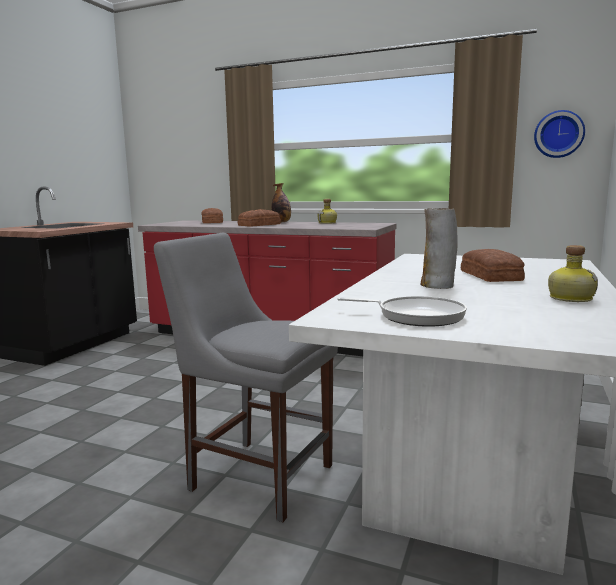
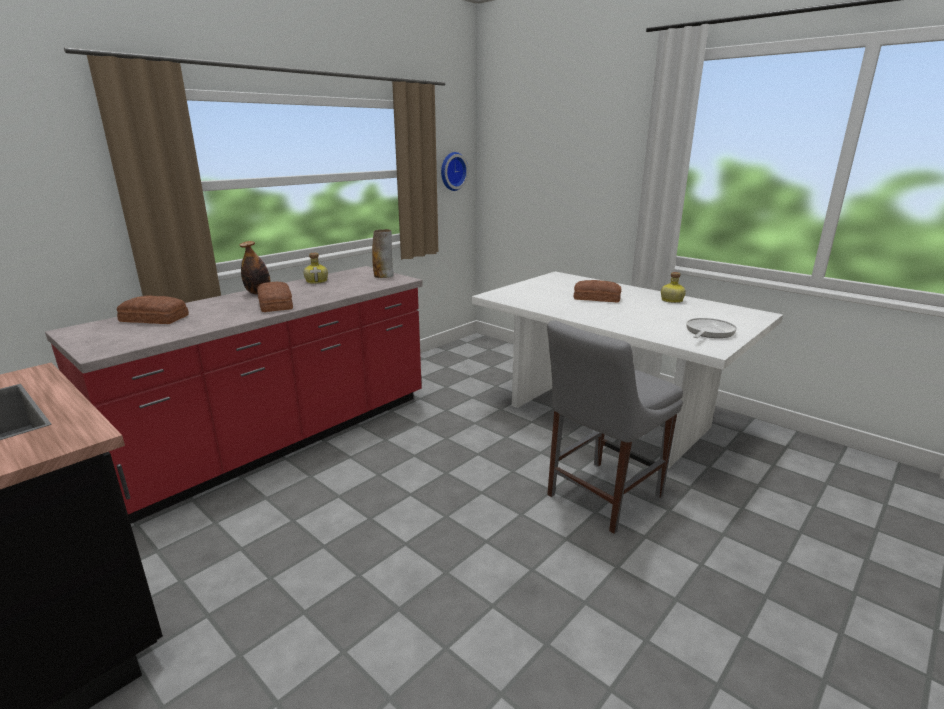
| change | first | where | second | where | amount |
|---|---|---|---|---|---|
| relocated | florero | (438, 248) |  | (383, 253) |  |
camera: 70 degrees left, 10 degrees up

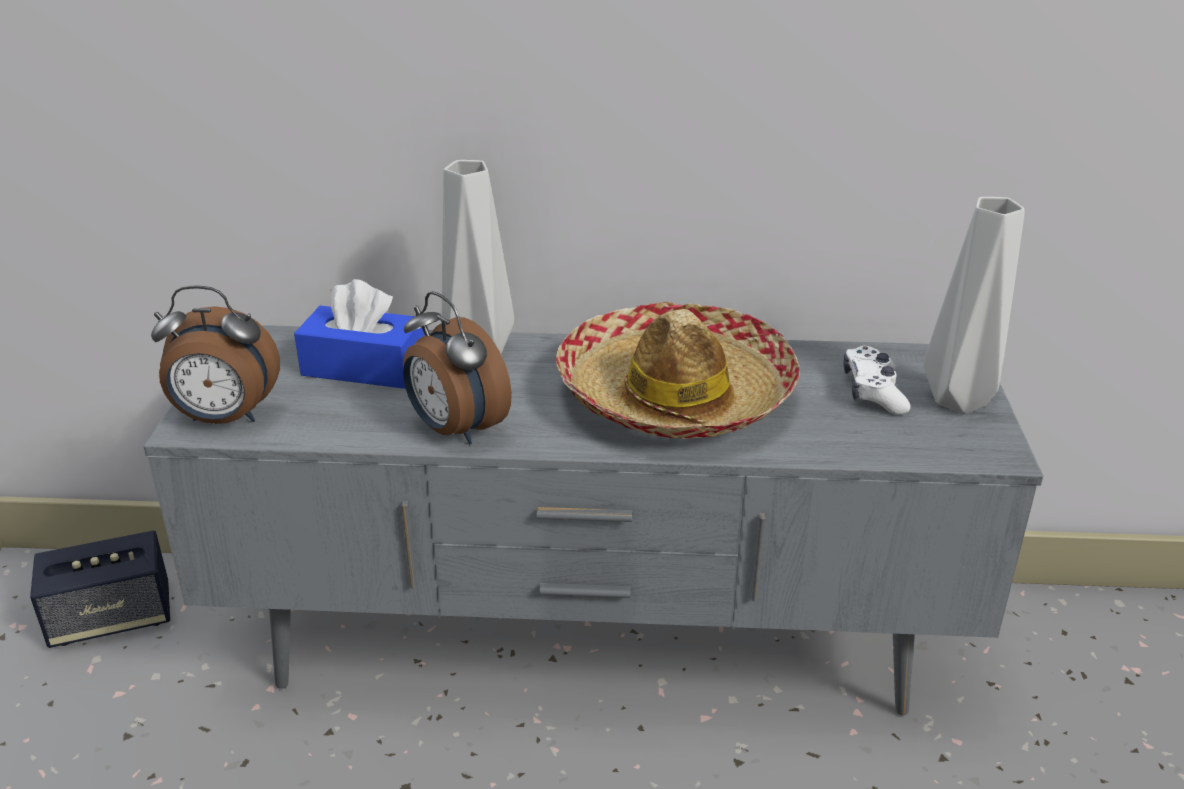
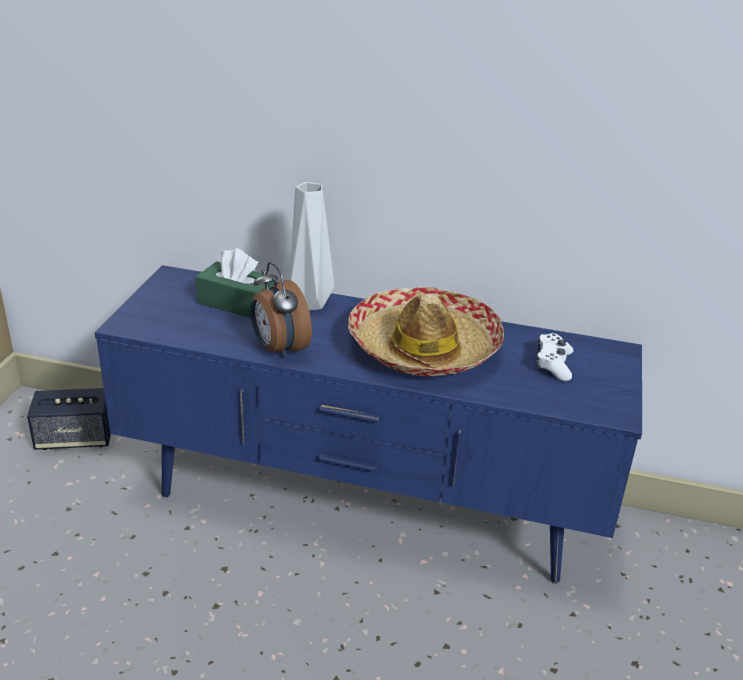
| change | first | where | second | where | amount |
|---|---|---|---|---|---|
| missing | florero (gris) | (974, 305) |  |  |  |
| colour | caja de pañuelos (azul) | (359, 334) | caja de pañuelos (verde) | (235, 283) |  |
| missing | despertador | (215, 354) |  |  |  |
| colour | mueble de televisión (gris) | (593, 520) | mueble de televisión (azul) | (368, 424) |  |
camera: 10 degrees right, 0 degrees up

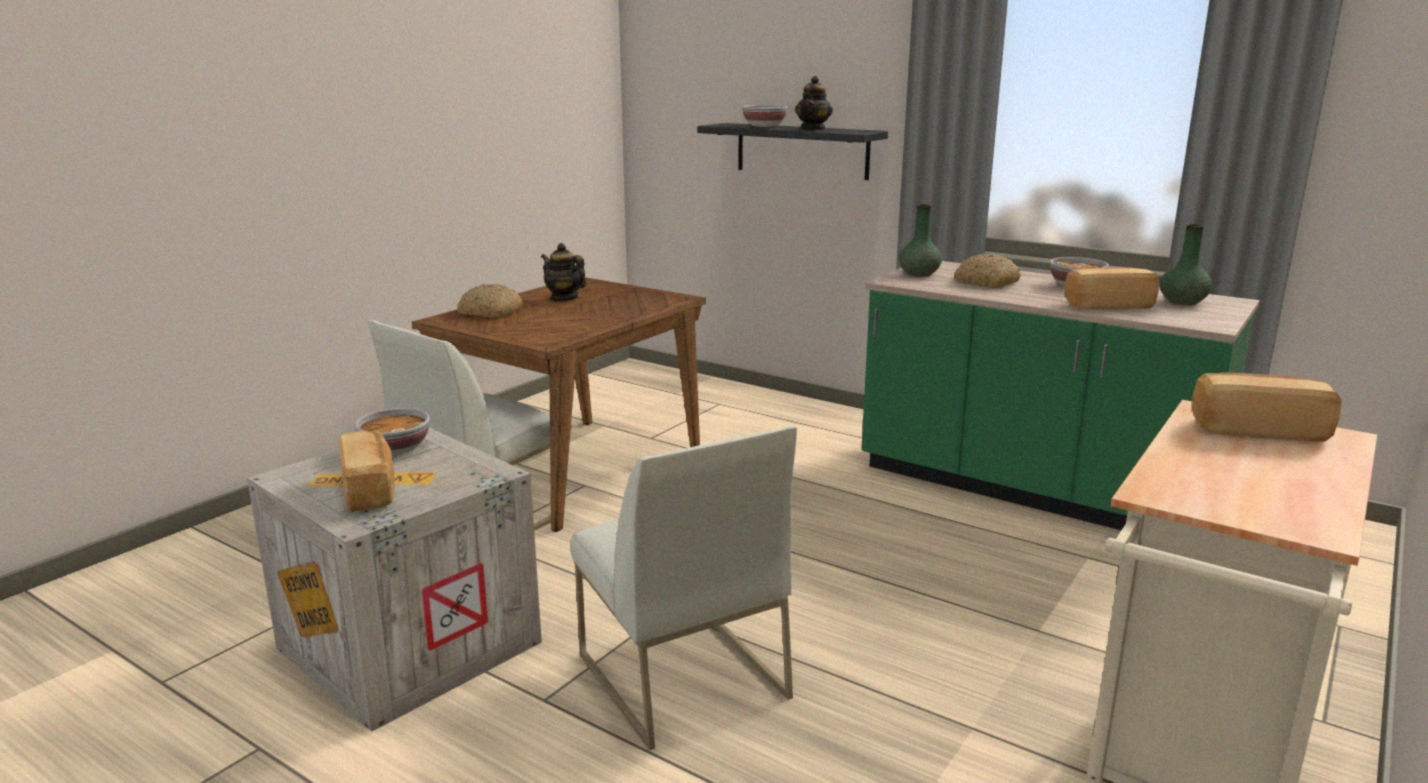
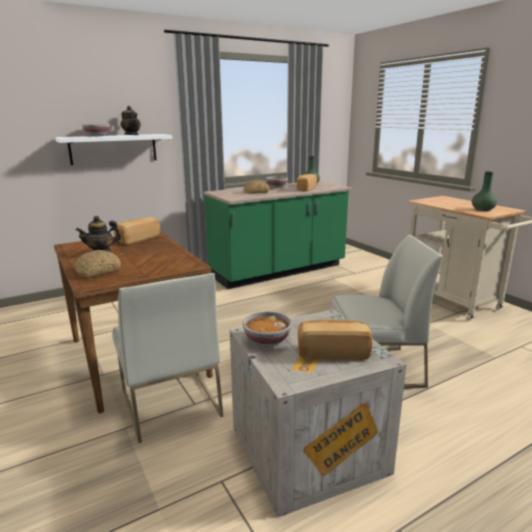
| change | first | where | second | where | amount |
|---|---|---|---|---|---|
| colour | estante (negro) | (792, 151) | estante (blanco) | (113, 149) |  |
| relocated | florero (verde) | (920, 240) |  | (485, 191) |  |
| relocated | pan | (1267, 407) |  | (137, 231) |  |
camera: 65 degrees left, 0 degrees up

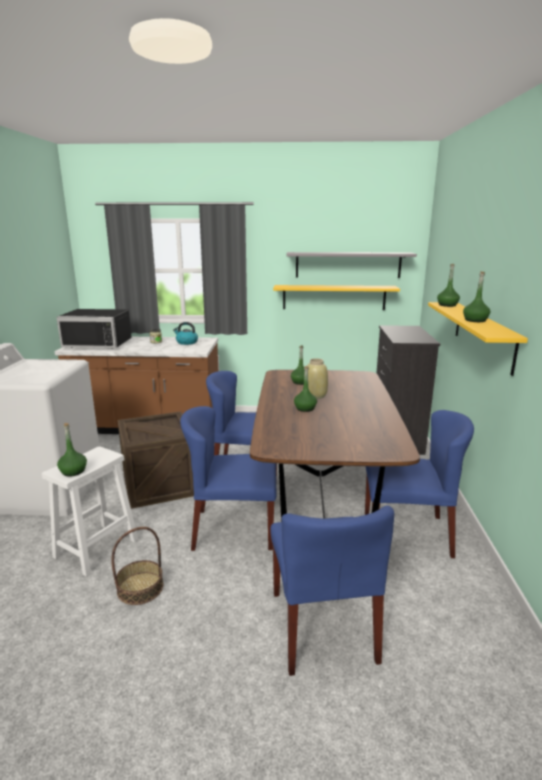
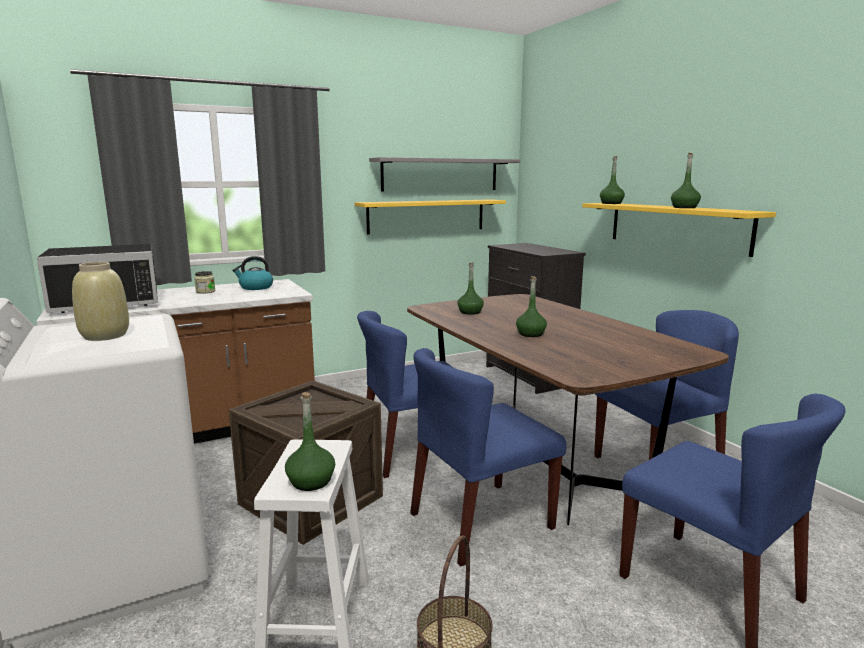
| change | first | where | second | where | amount |
|---|---|---|---|---|---|
| relocated | florero (beis) | (317, 378) |  | (100, 301) |  |
camera: 30 degrees left, 5 degrees down

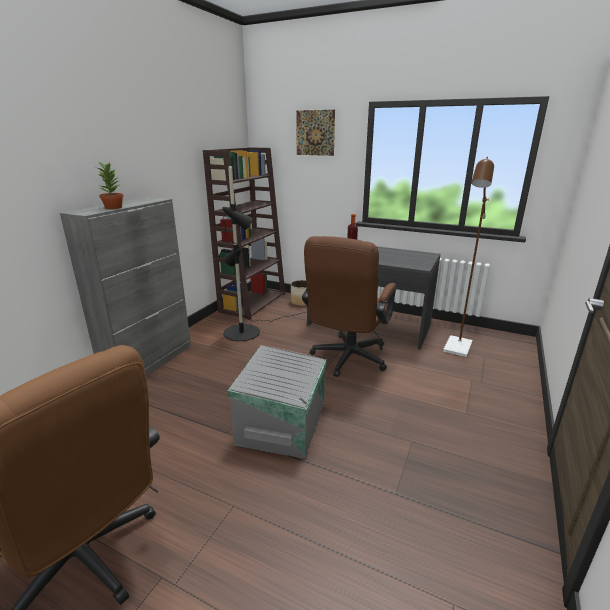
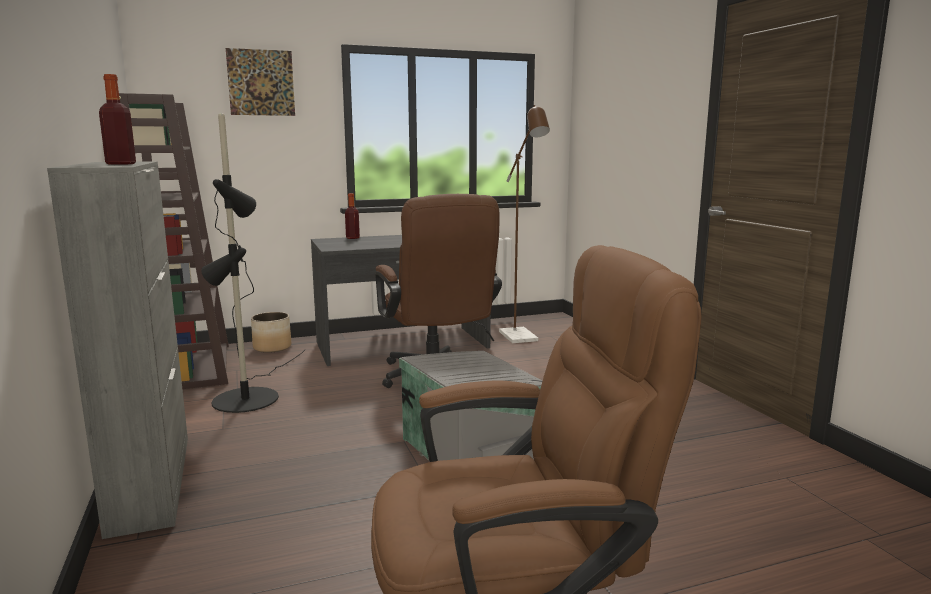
| change | first | where | second | where | amount |
|---|---|---|---|---|---|
| exchanged | planta en maceta | (110, 184) | botella | (117, 119) |  |
camera: 45 degrees left, 10 degrees down

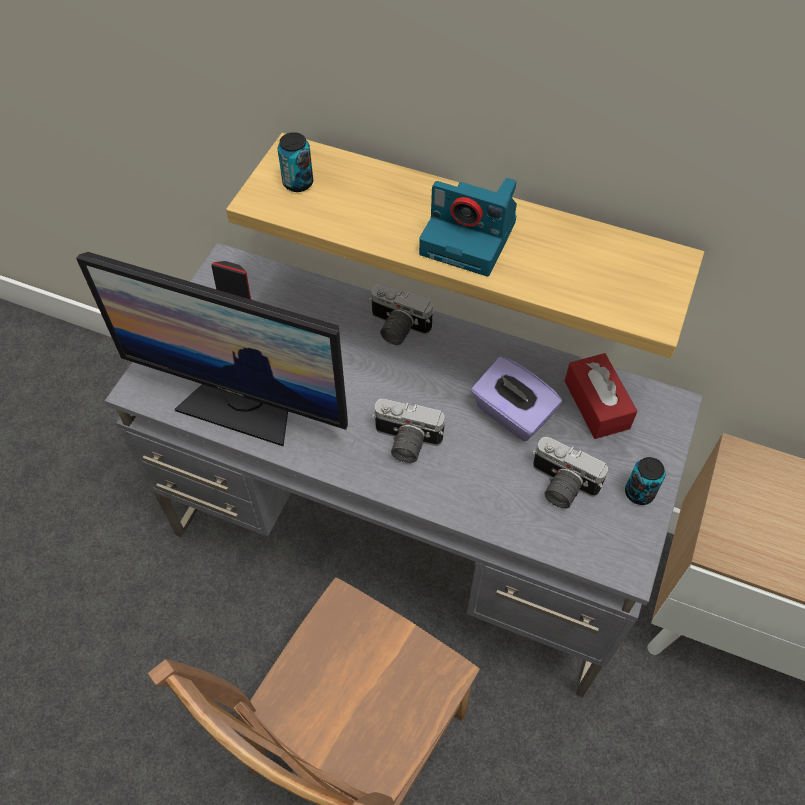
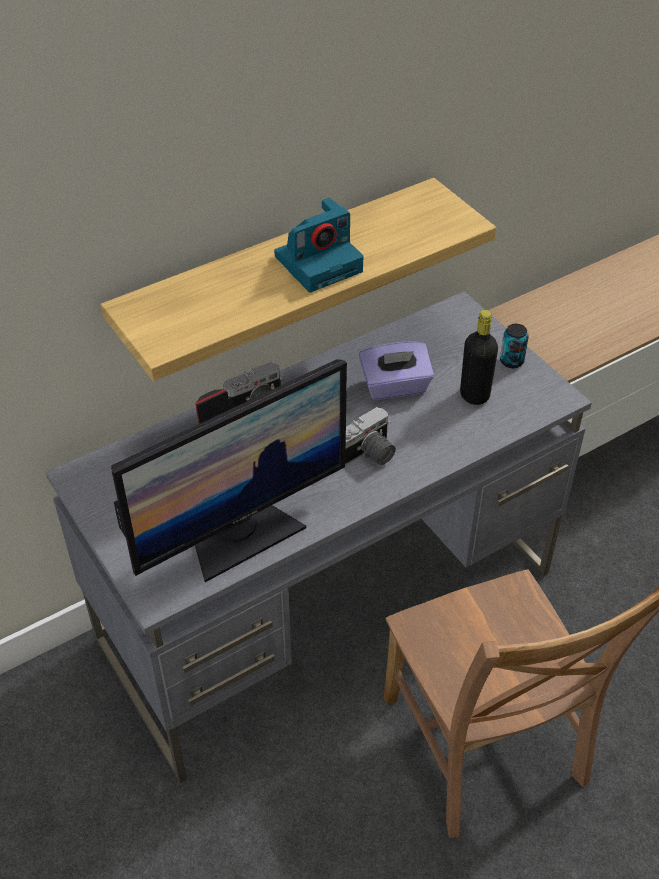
| change | first | where | second | where | amount |
|---|---|---|---|---|---|
| missing | lata | (295, 162) |  |  |  |
| missing | caja de pañuelos (rojo) | (601, 396) |  |  |  |
| exchanged | cámara | (570, 473) | botella (negro) | (479, 357) |  |
camera: 55 degrees left, 10 degrees down

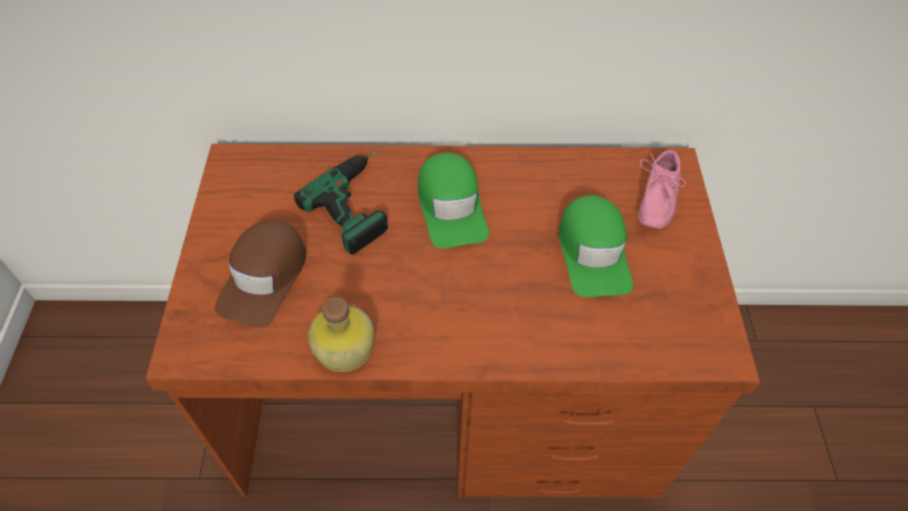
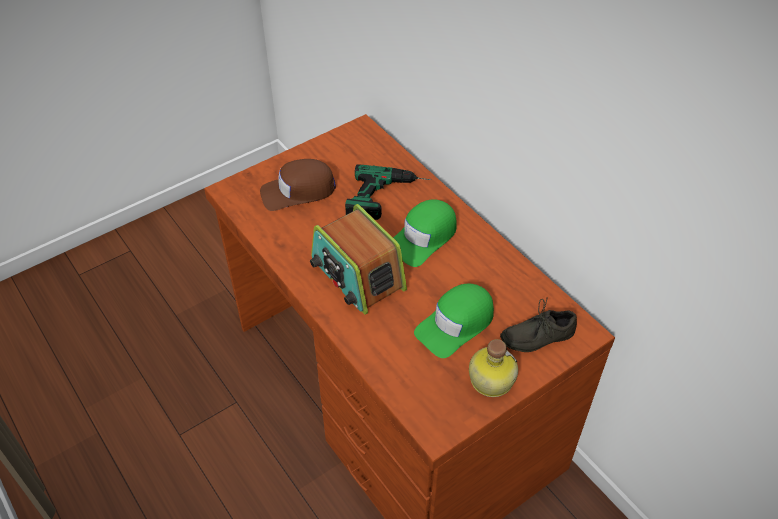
| change | first | where | second | where | amount |
|---|---|---|---|---|---|
| colour | zapato (rosa) | (662, 189) | zapato (gris) | (538, 325) |  |
| relocated | botella | (341, 334) |  | (493, 368) |  |
| appeared |  |  | radio | (358, 259) |  |
camera: 55 degrees right, 5 degrees down

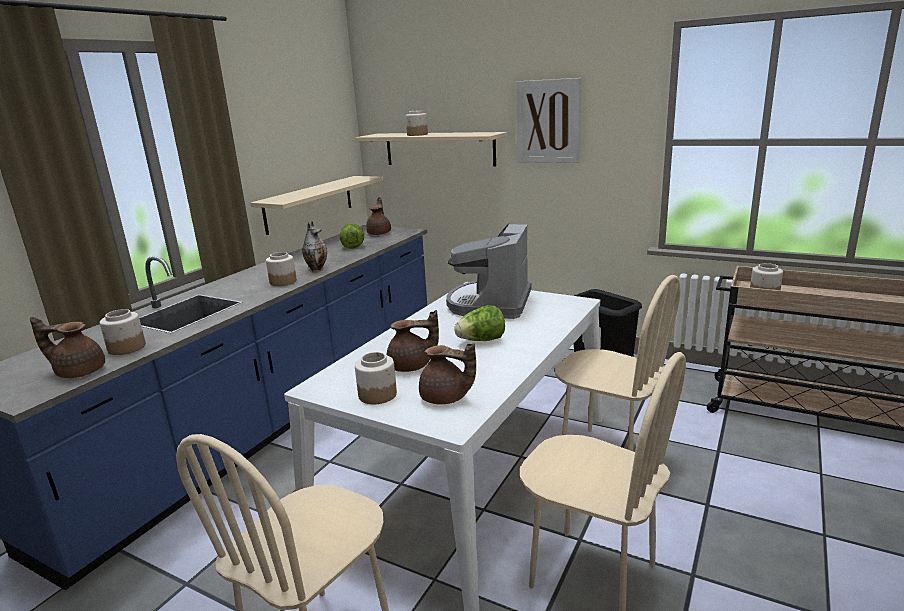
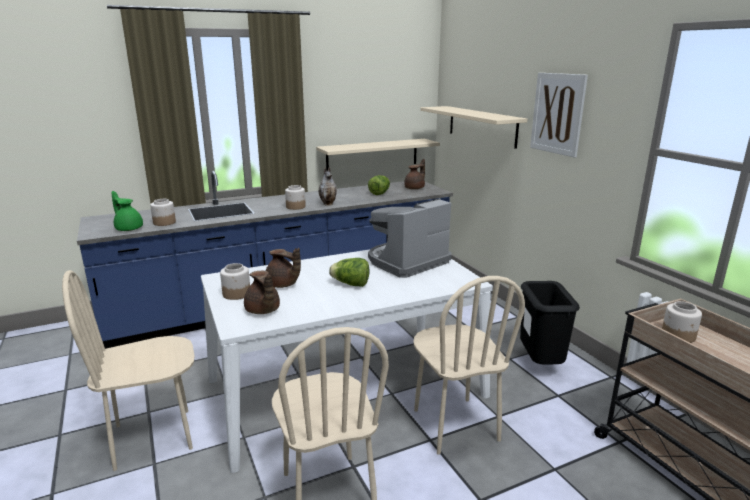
| change | first | where | second | where | amount |
|---|---|---|---|---|---|
| missing | tarro | (417, 123) |  |  |  |
| colour | tetera (marrón) | (67, 347) | tetera (verde) | (127, 211) |  |
camera: 35 degrees right, 0 degrees up

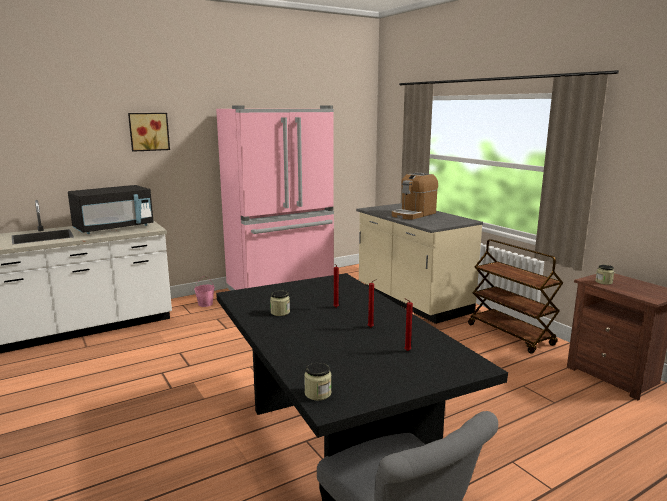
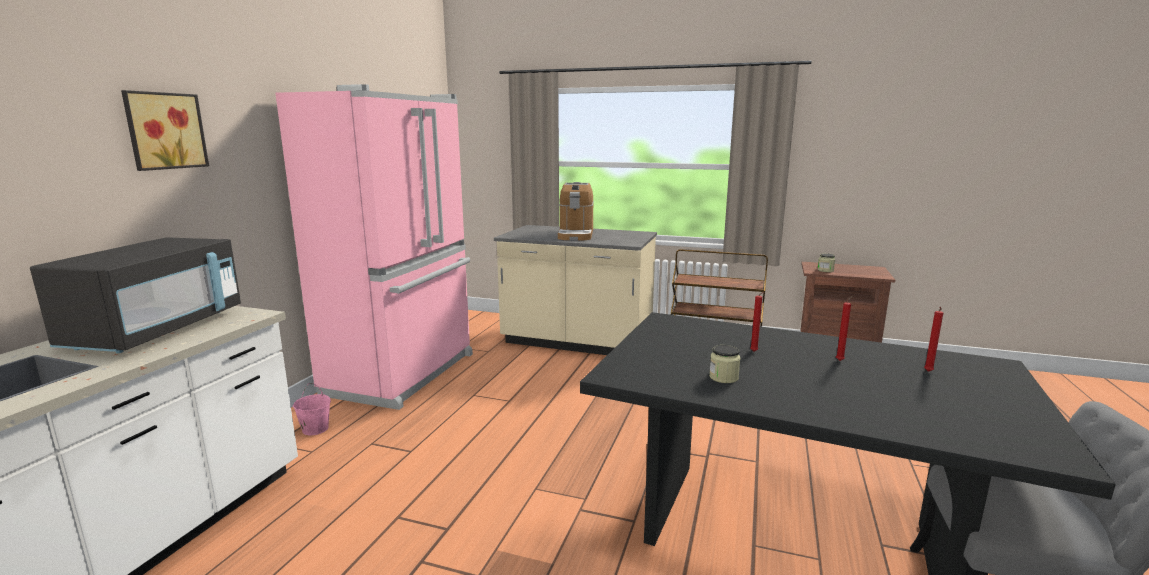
| change | first | where | second | where | amount |
|---|---|---|---|---|---|
| missing | tarro | (318, 381) |  |  |  |
camera: 40 degrees left, 0 degrees up

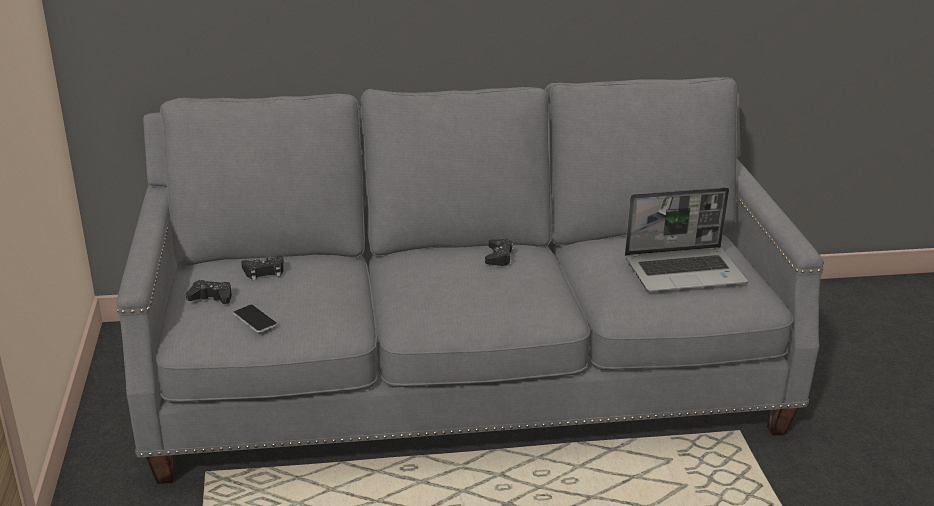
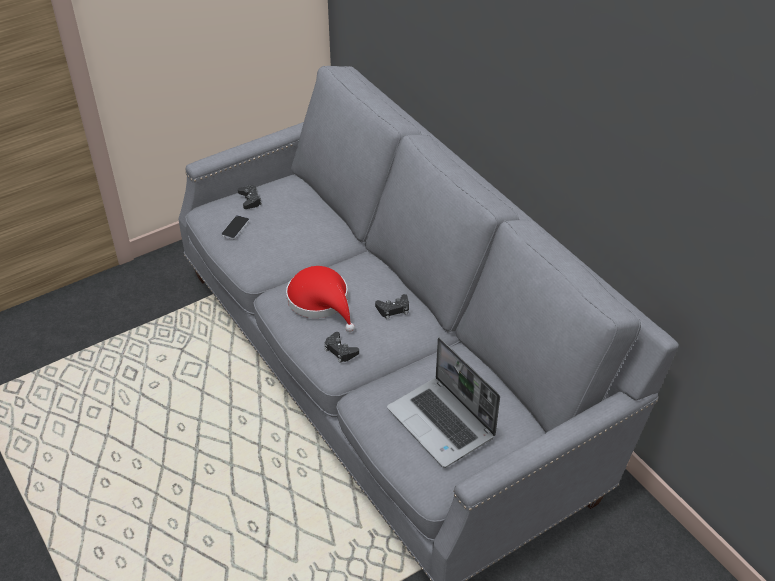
| change | first | where | second | where | amount |
|---|---|---|---|---|---|
| relocated | mando de consola (negro) | (262, 267) |  | (341, 347) |  |
| appeared |  |  | sombrero (rojo) | (320, 299) |  |
camera: 65 degrees right, 15 degrees up

